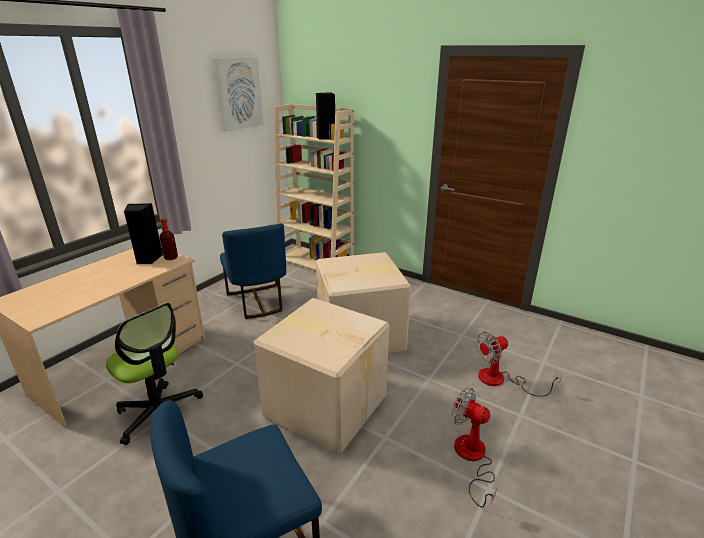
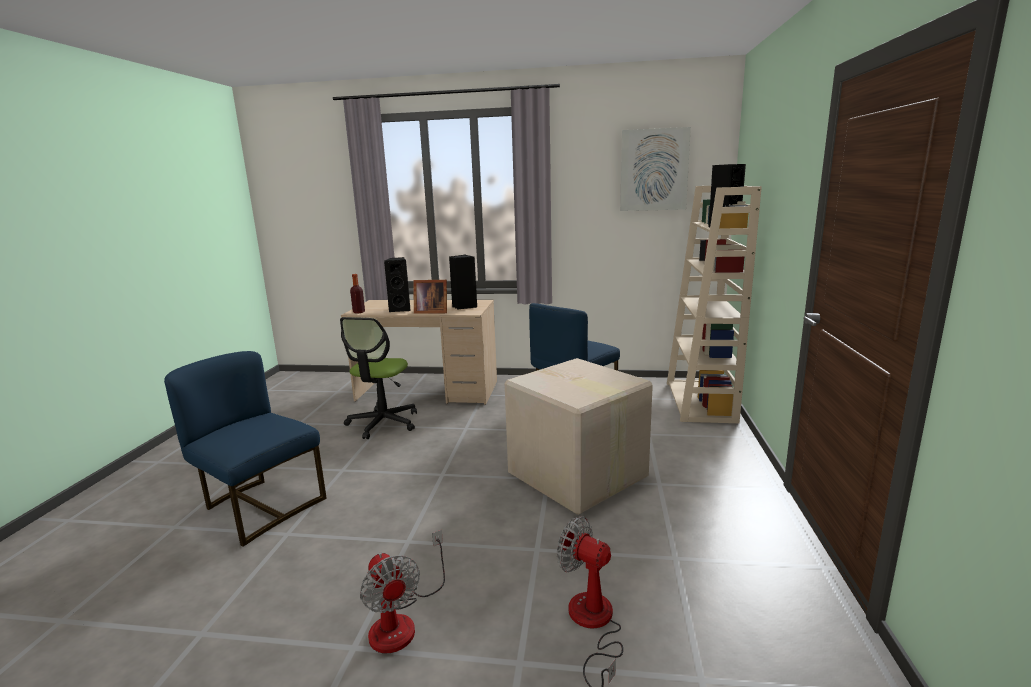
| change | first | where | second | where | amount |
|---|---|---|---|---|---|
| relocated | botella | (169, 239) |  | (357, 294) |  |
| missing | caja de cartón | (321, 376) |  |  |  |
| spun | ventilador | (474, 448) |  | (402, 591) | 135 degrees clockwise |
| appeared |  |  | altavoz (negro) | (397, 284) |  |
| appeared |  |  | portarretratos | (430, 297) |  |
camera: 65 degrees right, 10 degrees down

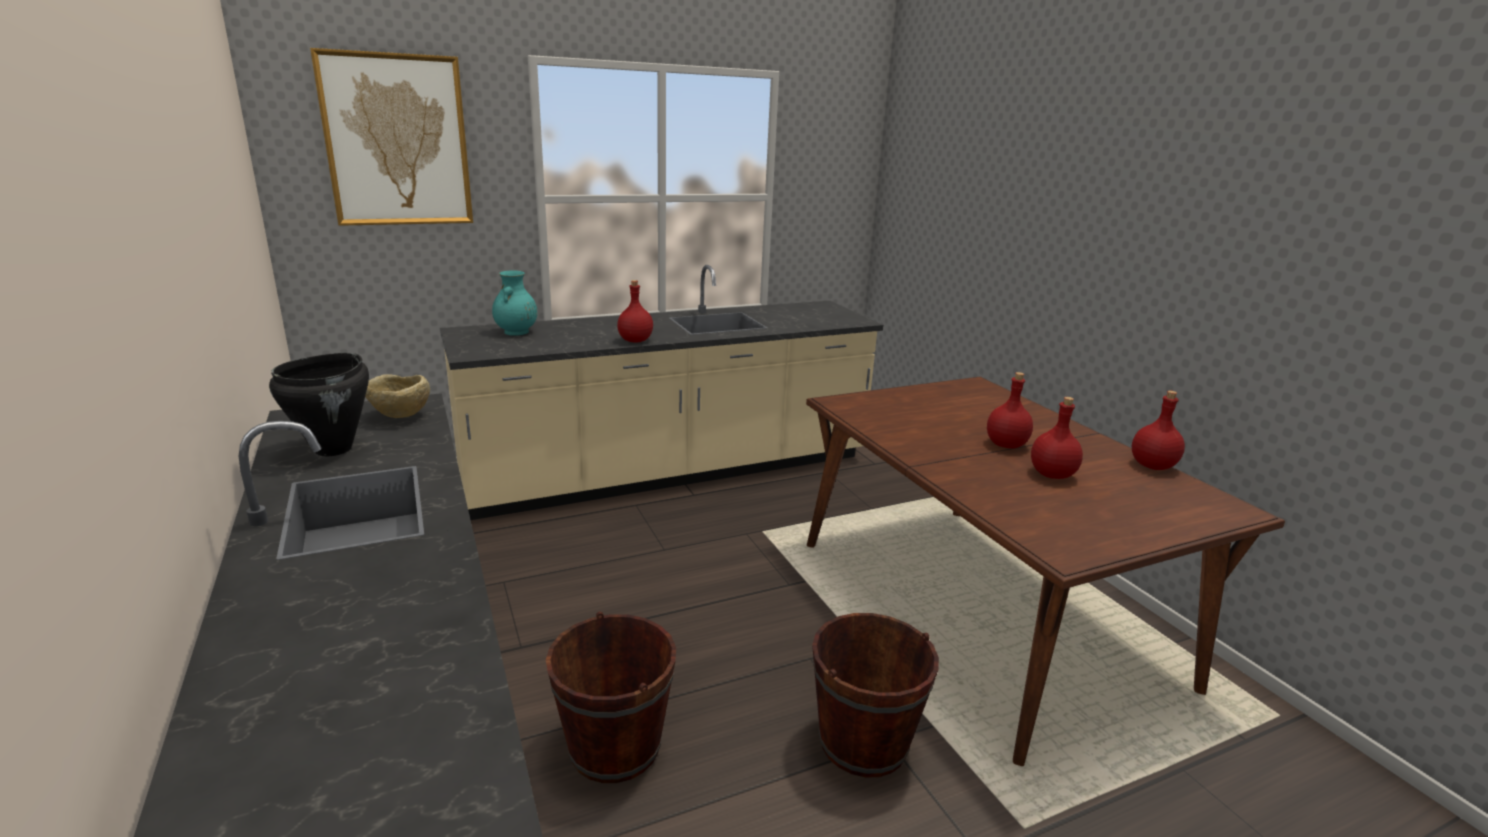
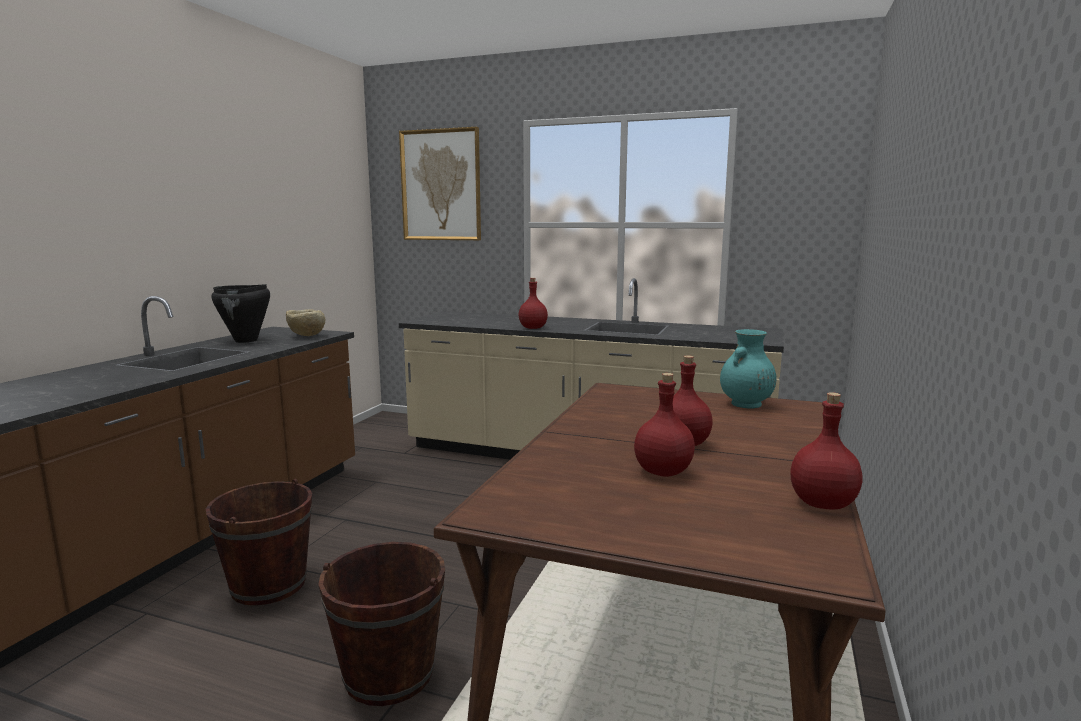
| change | first | where | second | where | amount |
|---|---|---|---|---|---|
| relocated | florero (turquesa) | (514, 303) |  | (748, 368) |  |
camera: 45 degrees right, 10 degrees down

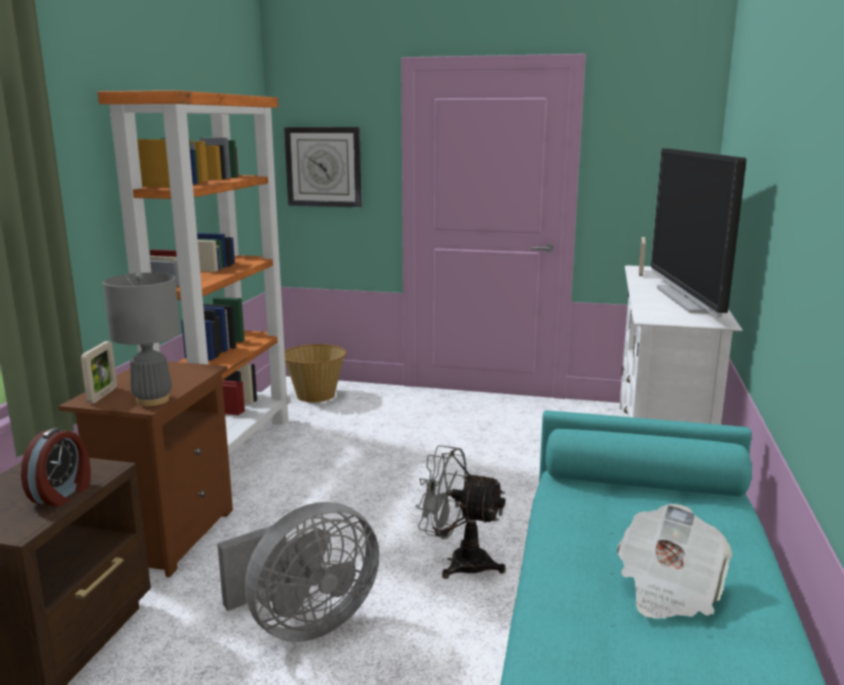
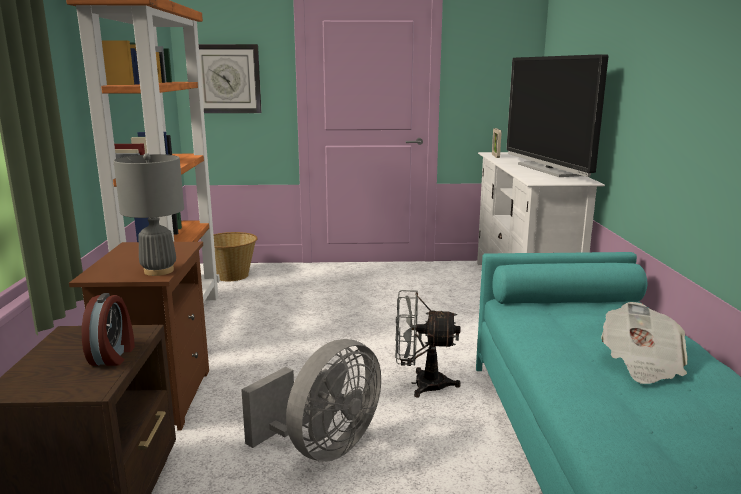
| change | first | where | second | where | amount |
|---|---|---|---|---|---|
| missing | portarretratos | (99, 372) |  |  |  |
camera: 15 degrees left, 0 degrees up

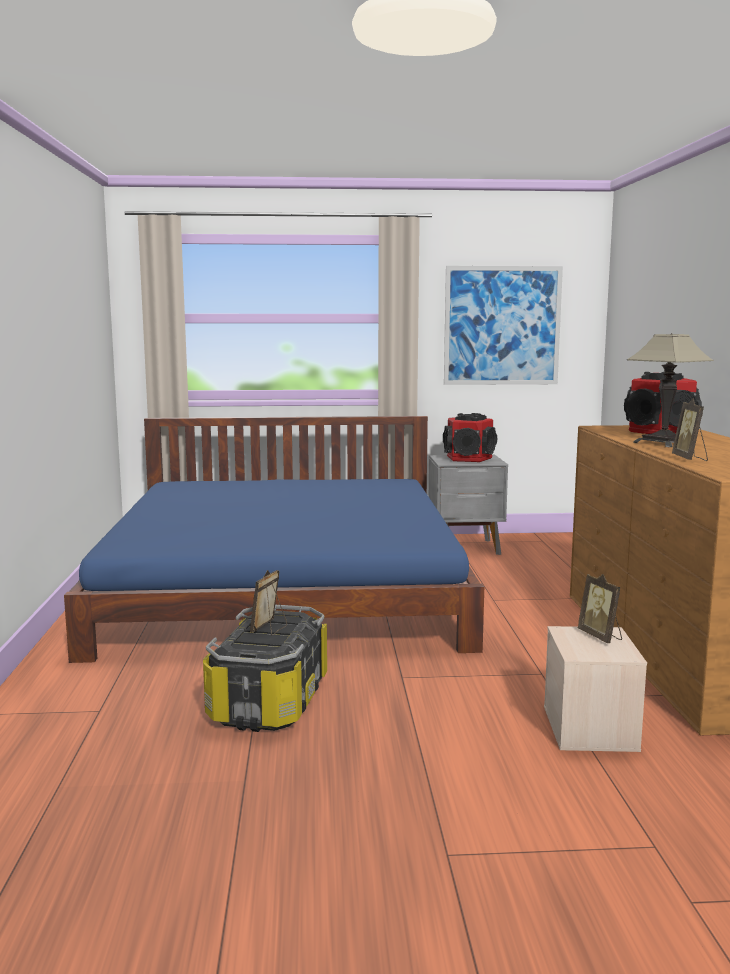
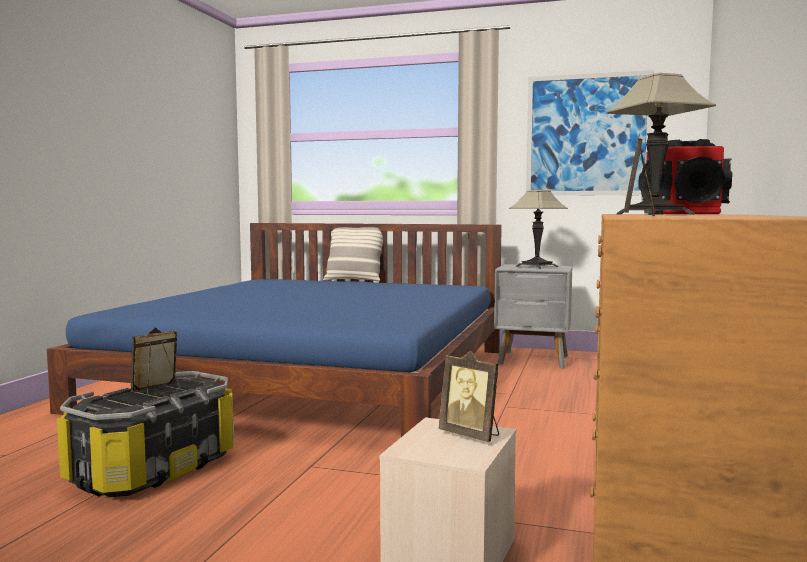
| change | first | where | second | where | amount |
|---|---|---|---|---|---|
| exchanged | altavoz | (470, 437) | lámpara de mesa | (538, 229) |  |
| spun | portarretratos | (600, 608) |  | (468, 396) | 45 degrees counterclockwise |
| appeared |  |  | cojín | (353, 254) |  |
camera: 20 degrees right, 5 degrees down

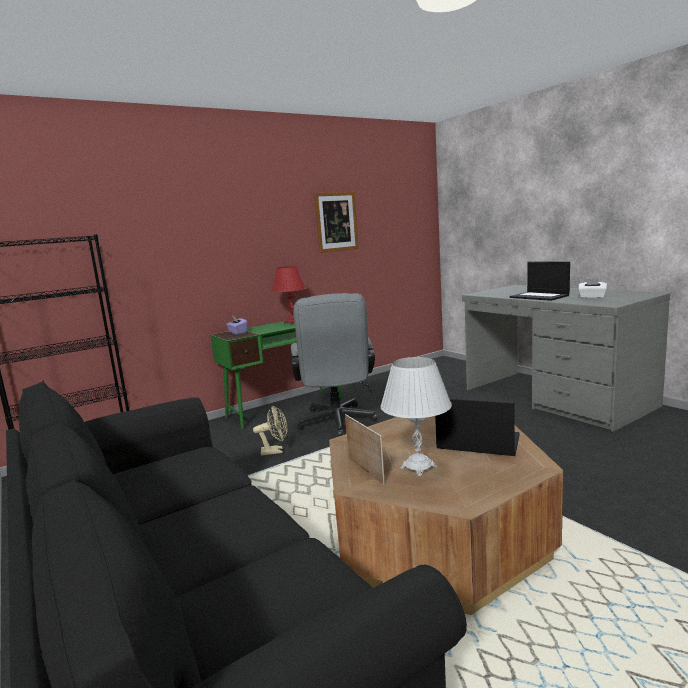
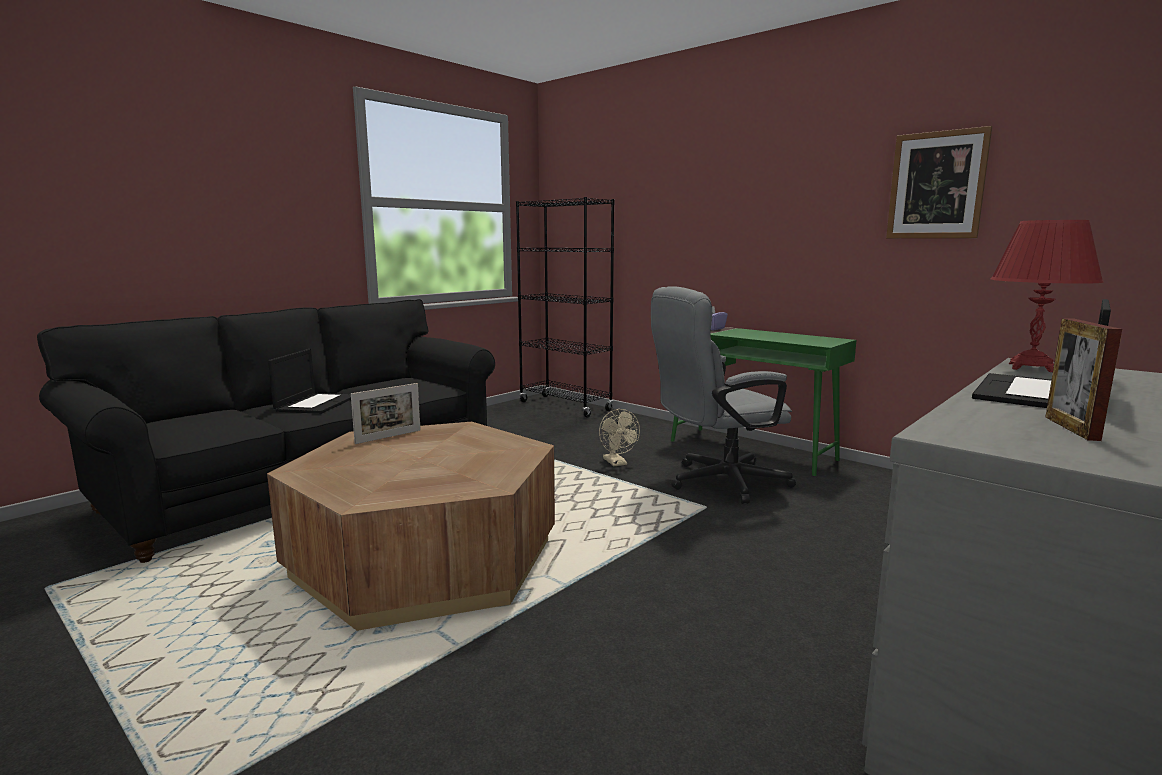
| change | first | where | second | where | amount |
|---|---|---|---|---|---|
| relocated | lámpara de mesa (rojo) | (289, 295) |  | (1047, 296) |  |
| exchanged | caja de pañuelos (blanco) | (592, 288) | portarretratos | (1083, 379) |  |
| missing | lámpara de mesa (blanco) | (416, 416) |  |  |  |
| relocated | portátil | (477, 427) |  | (309, 381) |  |
camera: 75 degrees right, 0 degrees up

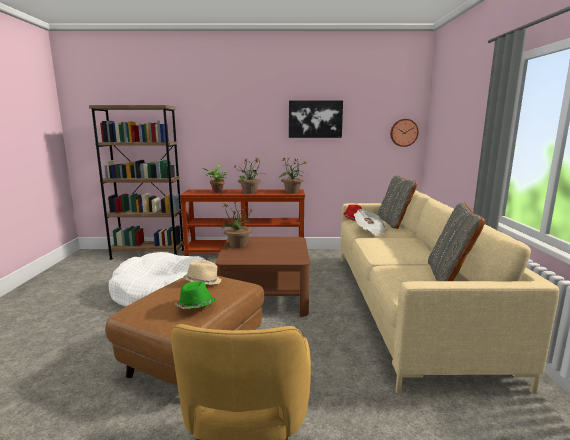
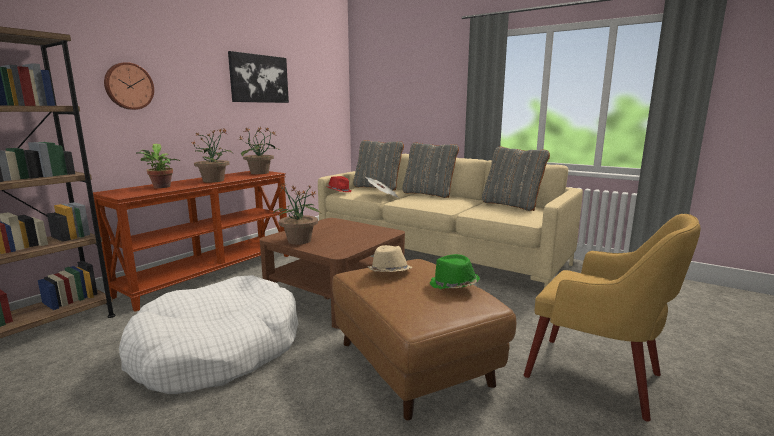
| change | first | where | second | where | amount |
|---|---|---|---|---|---|
| relocated | reloj de pared | (404, 133) |  | (129, 86) |  |
| appeared |  |  | cojín (gris) | (430, 170) |  |
camera: 55 degrees left, 0 degrees up

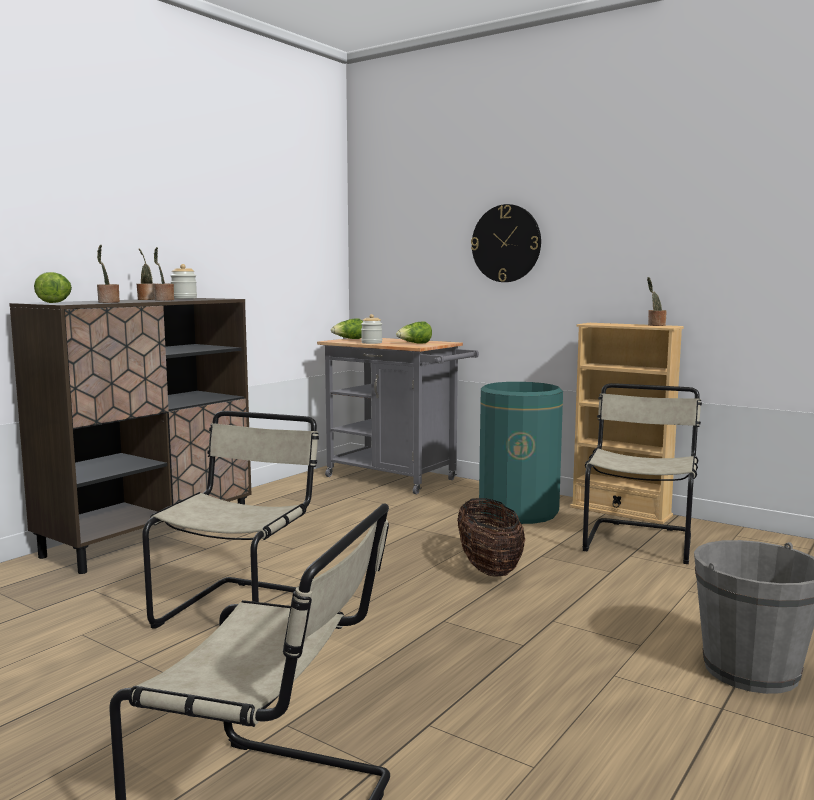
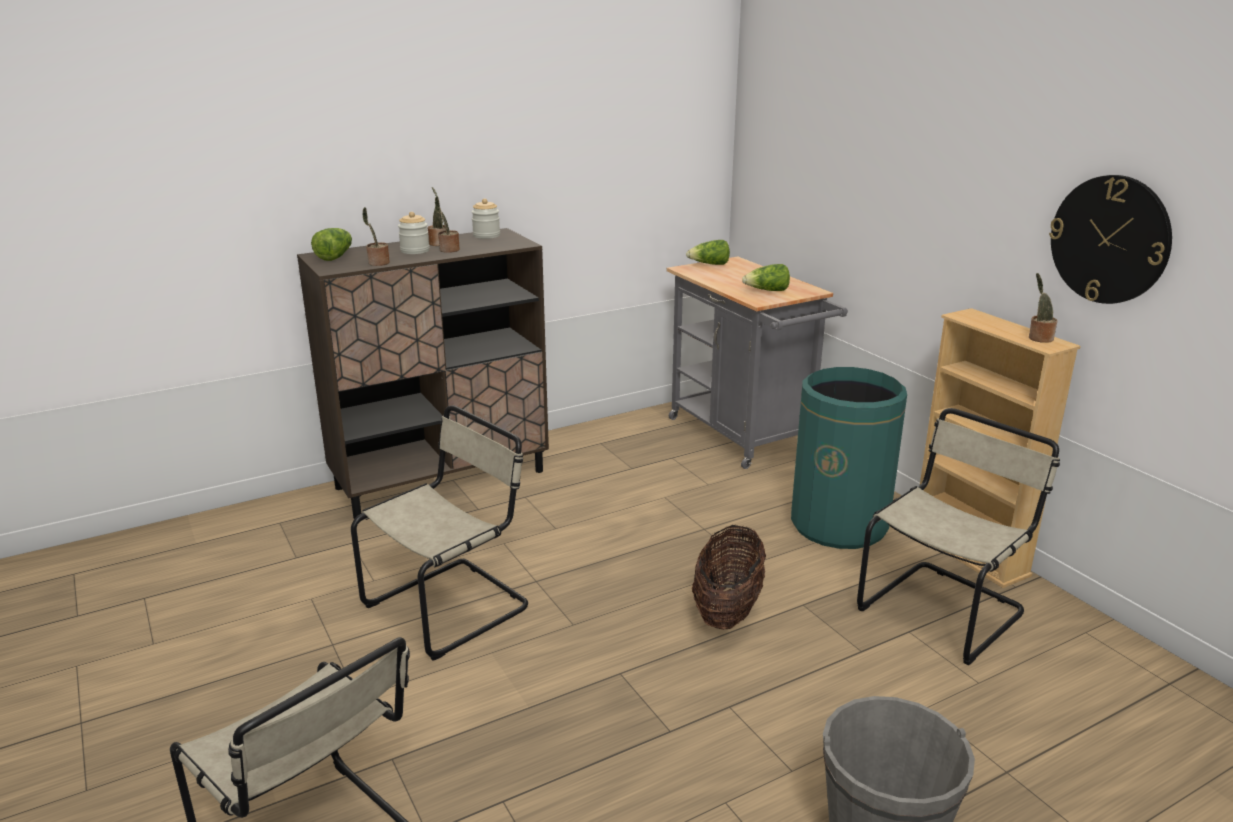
| change | first | where | second | where | amount |
|---|---|---|---|---|---|
| relocated | reloj de pared | (506, 243) |  | (1110, 239) |  |
| relocated | tarro | (371, 329) |  | (414, 233) |  |
camera: 25 degrees right, 15 degrees up

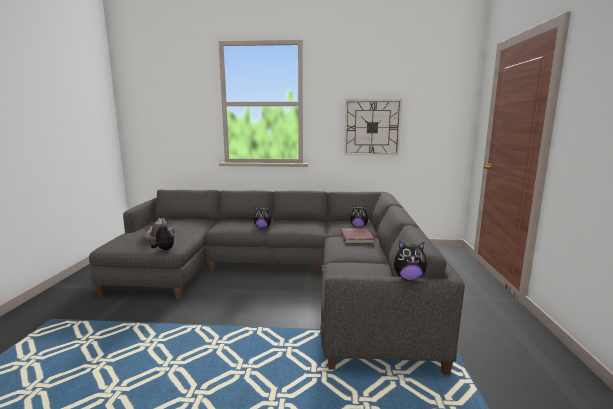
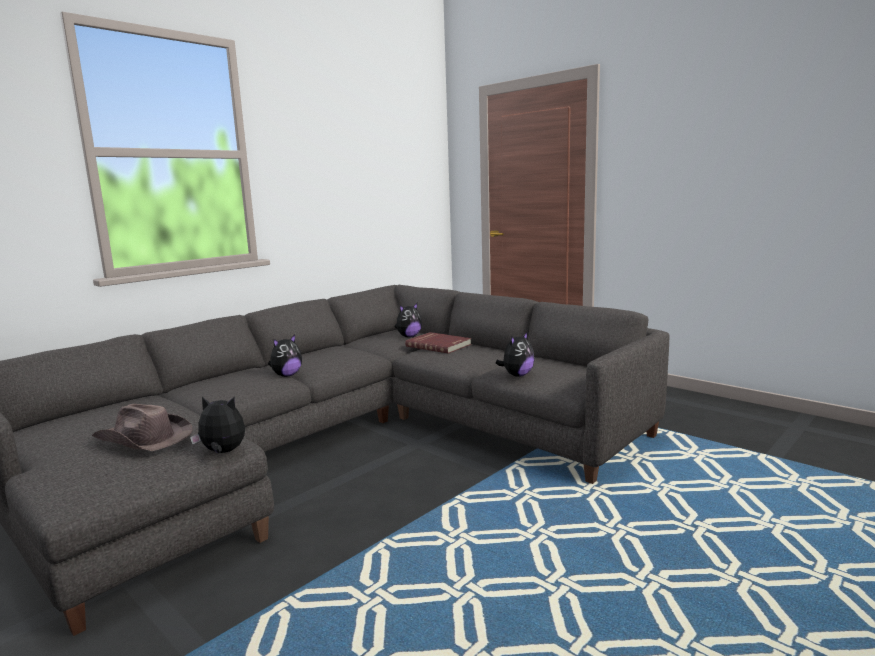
| change | first | where | second | where | amount |
|---|---|---|---|---|---|
| missing | reloj de pared | (373, 127) |  |  |  |
| relocated | peluche | (410, 261) |  | (515, 354) |  |
camera: 50 degrees left, 0 degrees up

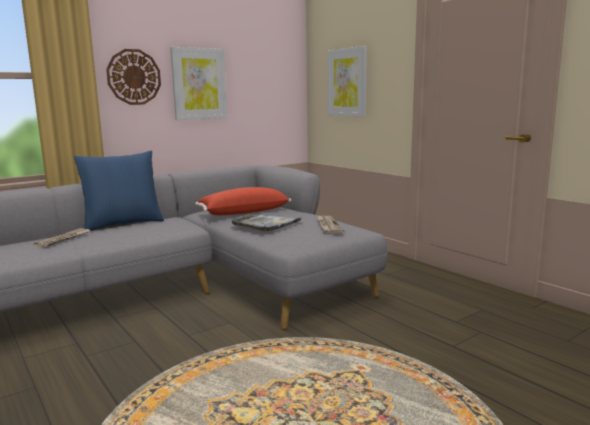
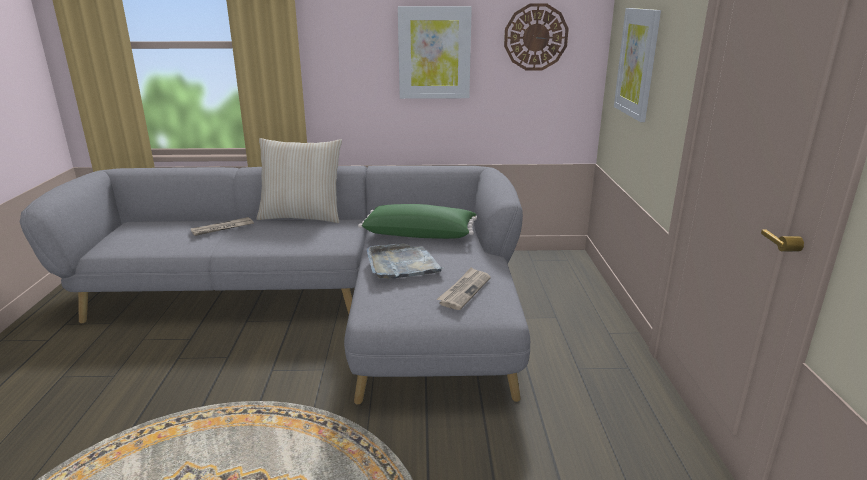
| change | first | where | second | where | amount |
|---|---|---|---|---|---|
| relocated | reloj de pared | (133, 77) |  | (536, 37) |  |
| colour | cojín (azul) | (119, 190) | cojín (beis) | (299, 180) |  |
| colour | cojín (rojo) | (243, 201) | cojín (verde) | (417, 221) |  |
camera: 35 degrees right, 10 degrees up

